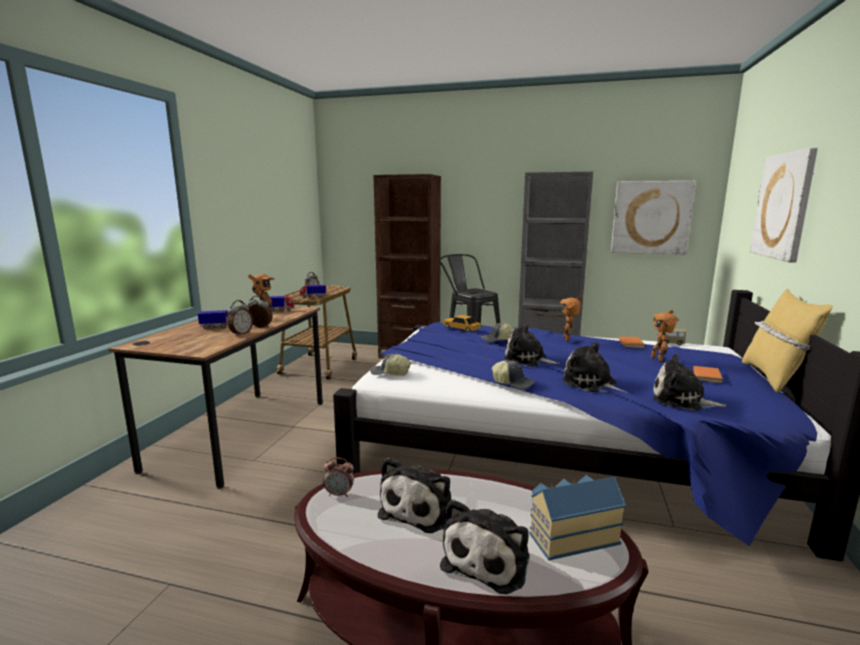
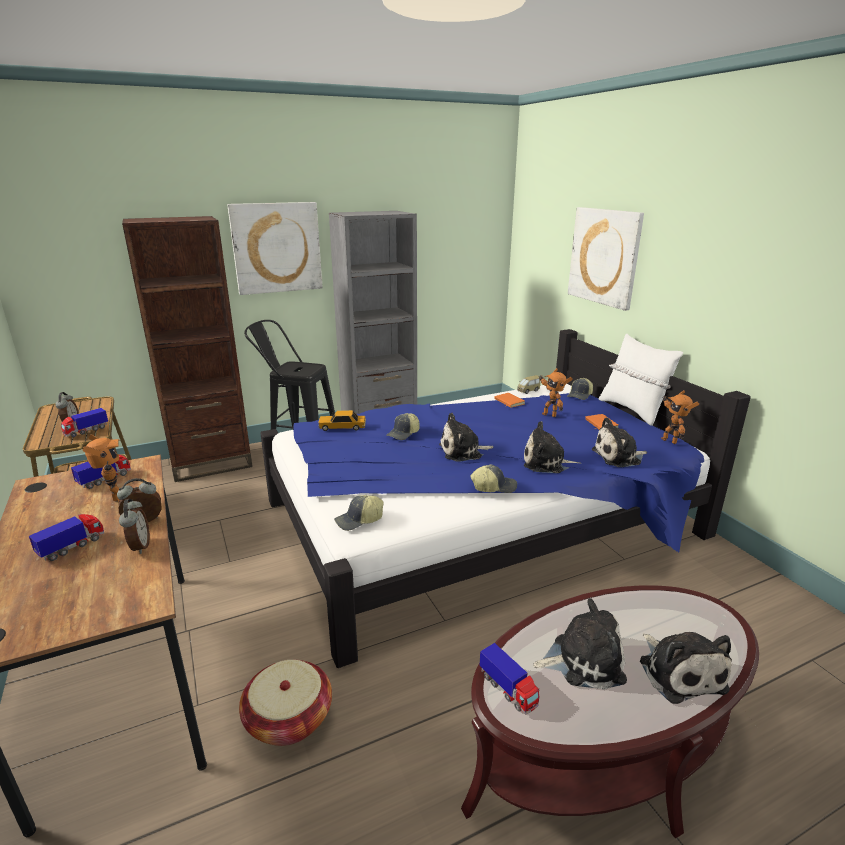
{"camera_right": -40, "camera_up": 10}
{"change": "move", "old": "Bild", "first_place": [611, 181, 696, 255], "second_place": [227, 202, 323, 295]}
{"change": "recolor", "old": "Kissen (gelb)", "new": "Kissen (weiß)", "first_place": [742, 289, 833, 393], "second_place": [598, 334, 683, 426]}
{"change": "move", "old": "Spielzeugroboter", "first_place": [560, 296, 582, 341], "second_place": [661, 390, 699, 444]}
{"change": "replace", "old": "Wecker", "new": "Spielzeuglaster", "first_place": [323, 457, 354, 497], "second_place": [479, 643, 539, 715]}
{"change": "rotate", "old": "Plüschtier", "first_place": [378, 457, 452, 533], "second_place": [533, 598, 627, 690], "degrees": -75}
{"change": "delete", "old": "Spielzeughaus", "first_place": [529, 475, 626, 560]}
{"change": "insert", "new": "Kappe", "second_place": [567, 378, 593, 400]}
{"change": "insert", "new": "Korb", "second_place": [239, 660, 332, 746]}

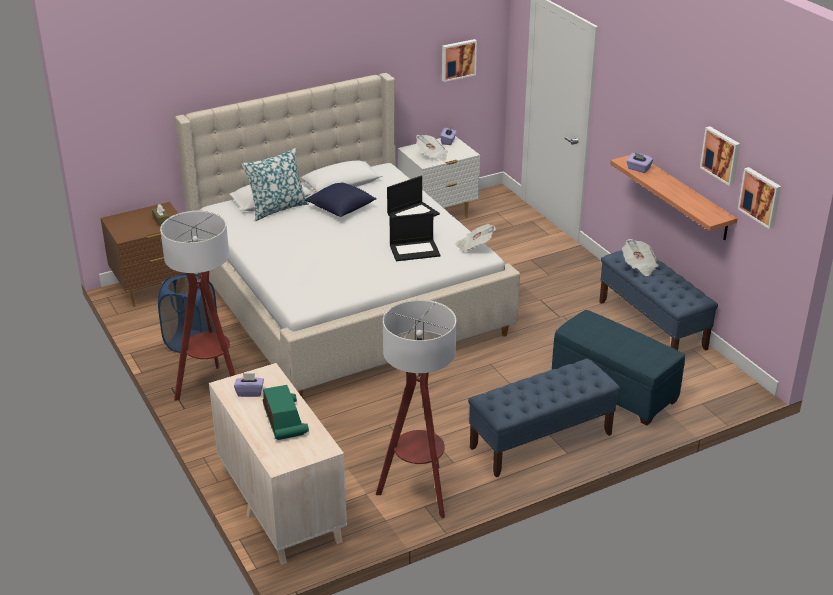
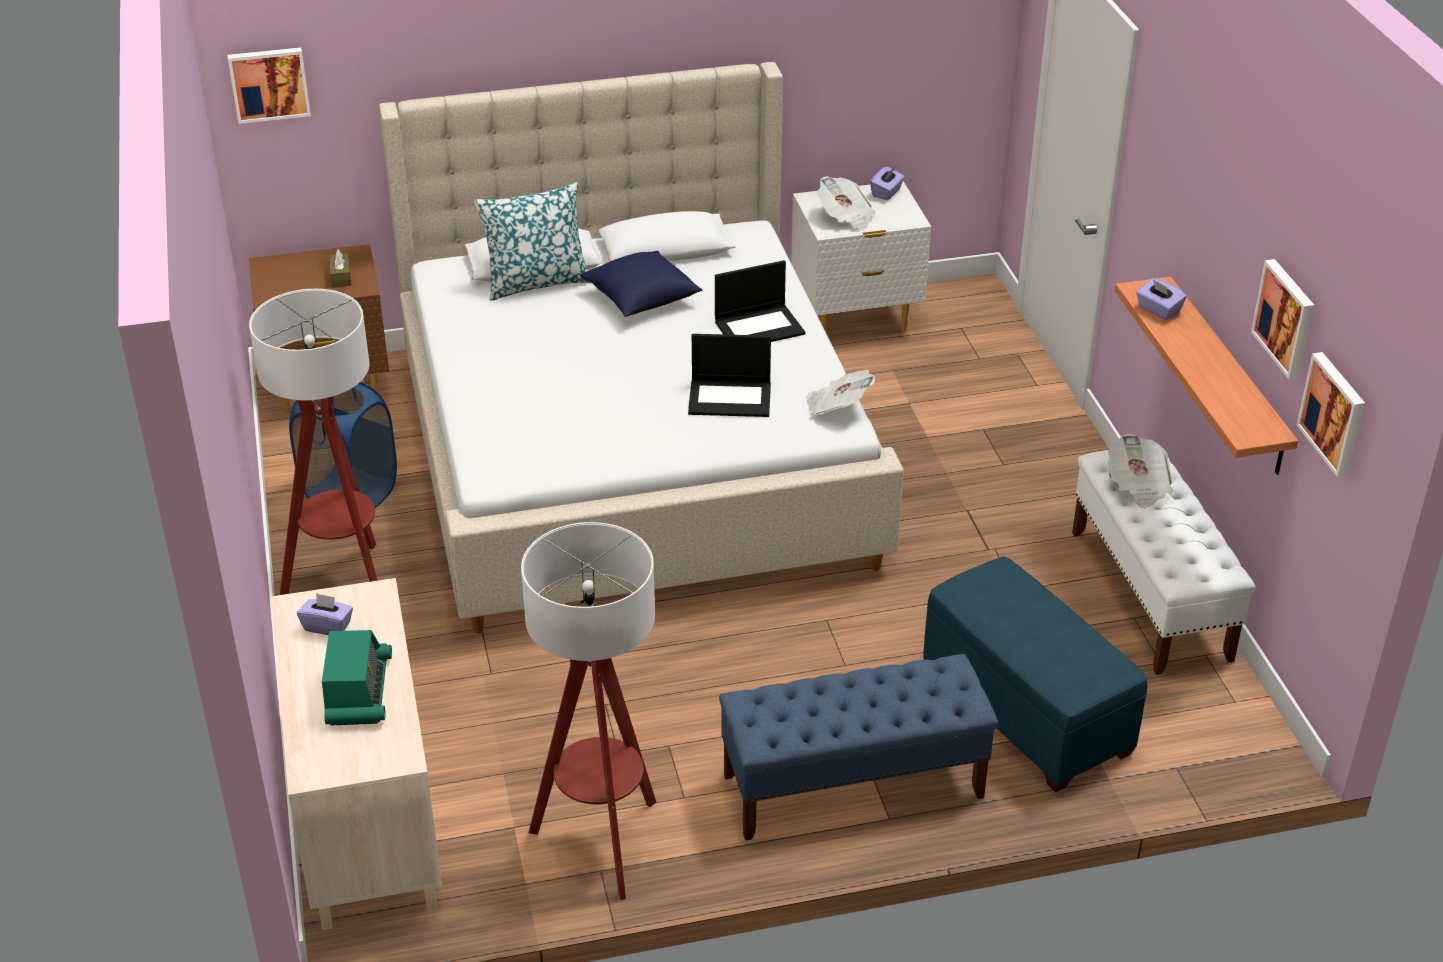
{"camera_right": 15, "camera_up": 5}
{"change": "move", "old": "Bild", "first_place": [442, 39, 477, 82], "second_place": [228, 48, 311, 124]}
{"change": "recolor", "old": "Bank (blau)", "new": "Bank (weiß)", "first_place": [599, 250, 718, 351], "second_place": [1072, 450, 1256, 675]}

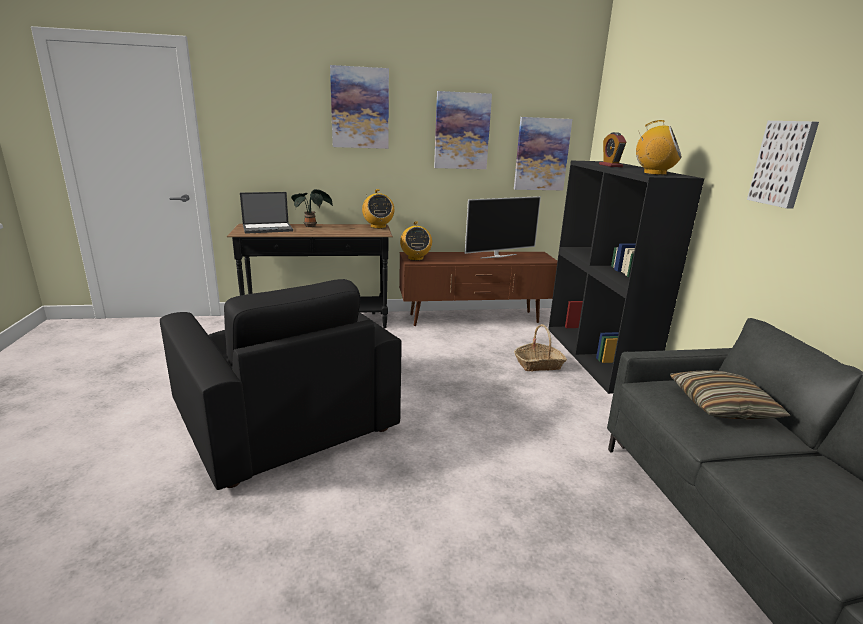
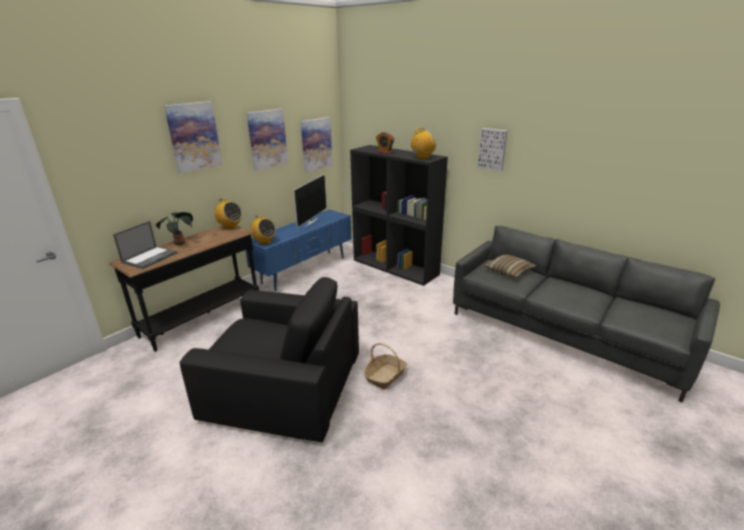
{"camera_right": -40, "camera_up": 5}
{"change": "recolor", "old": "Fernsehschrank (braun)", "new": "Fernsehschrank (blau)", "first_place": [399, 252, 557, 326], "second_place": [245, 209, 352, 291]}
{"change": "move", "old": "Korb", "first_place": [514, 324, 567, 371], "second_place": [363, 343, 407, 390]}

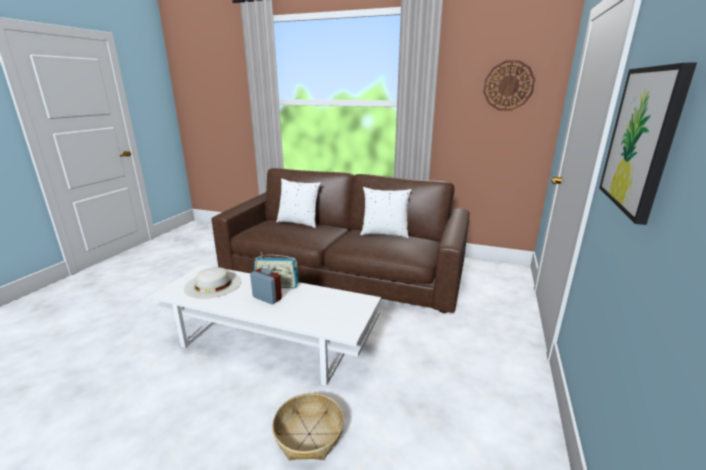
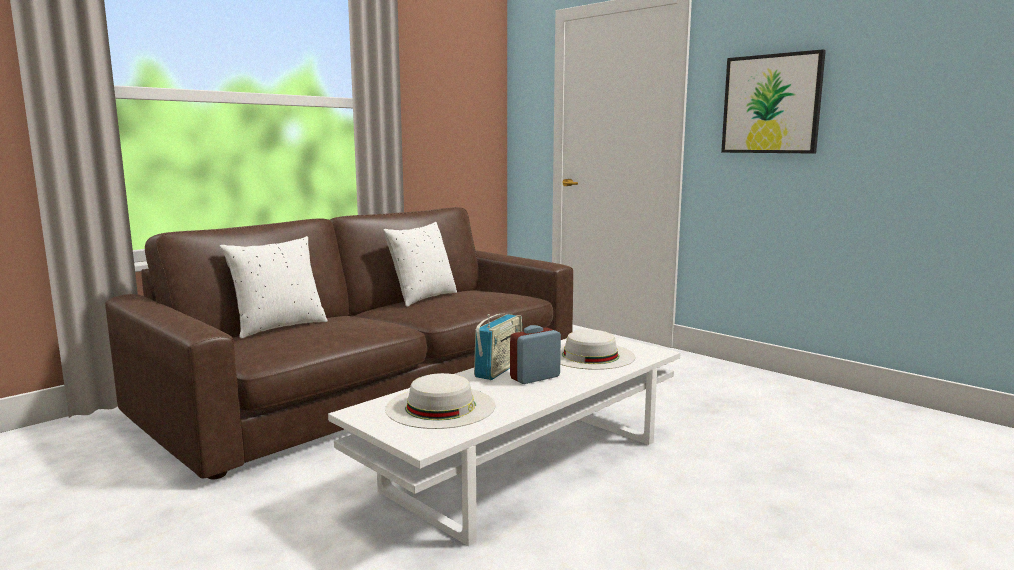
{"camera_right": -65, "camera_up": -10}
{"change": "delete", "old": "Wanduhr", "first_place": [483, 60, 535, 111]}
{"change": "delete", "old": "Korb", "first_place": [272, 393, 344, 460]}
{"change": "insert", "new": "Hut (weiß)", "second_place": [560, 329, 635, 370]}

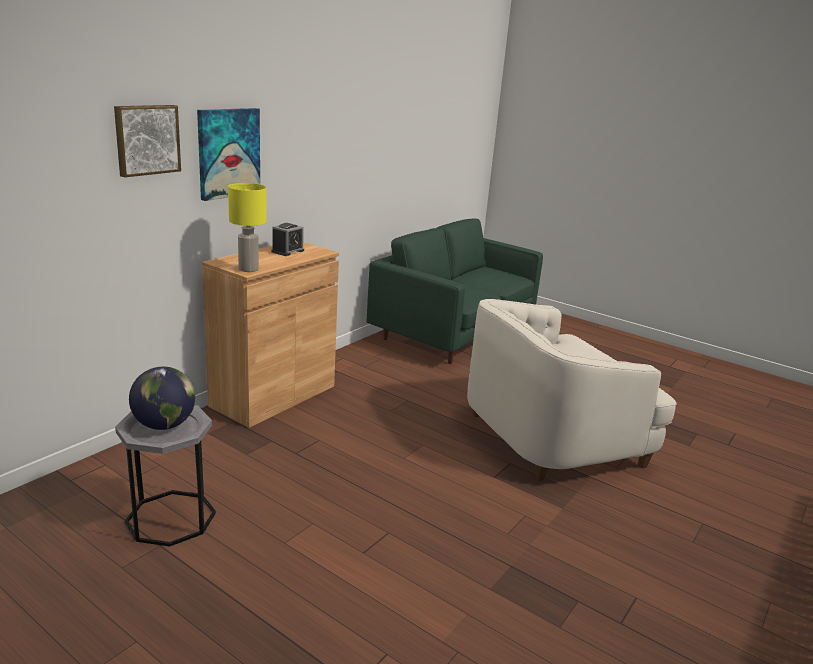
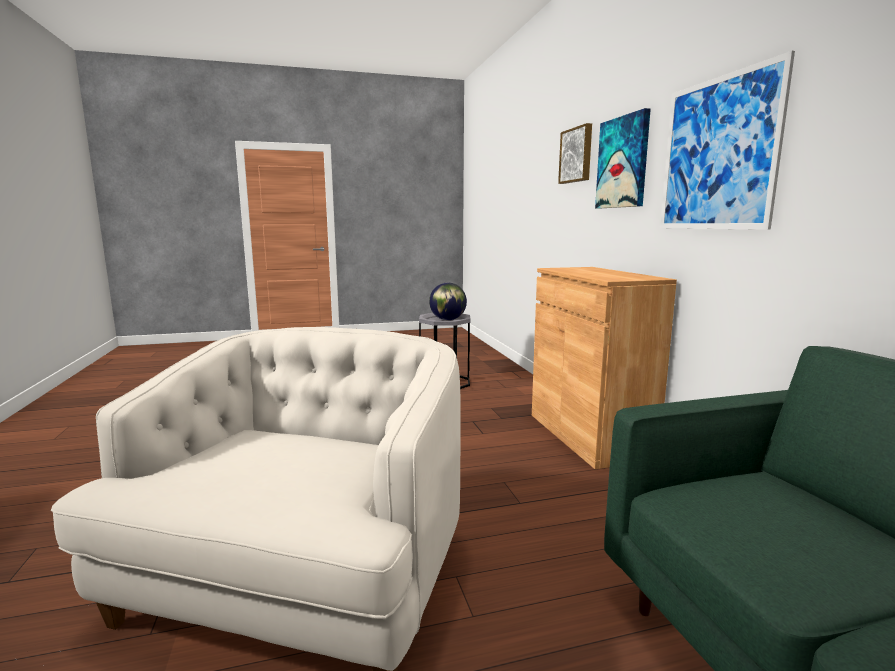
{"camera_right": 130, "camera_up": -10}
{"change": "delete", "old": "Tischlampe (gelb)", "first_place": [228, 183, 267, 272]}
{"change": "delete", "old": "Wecker", "first_place": [271, 223, 304, 256]}
{"change": "insert", "new": "Bild", "second_place": [660, 51, 795, 230]}

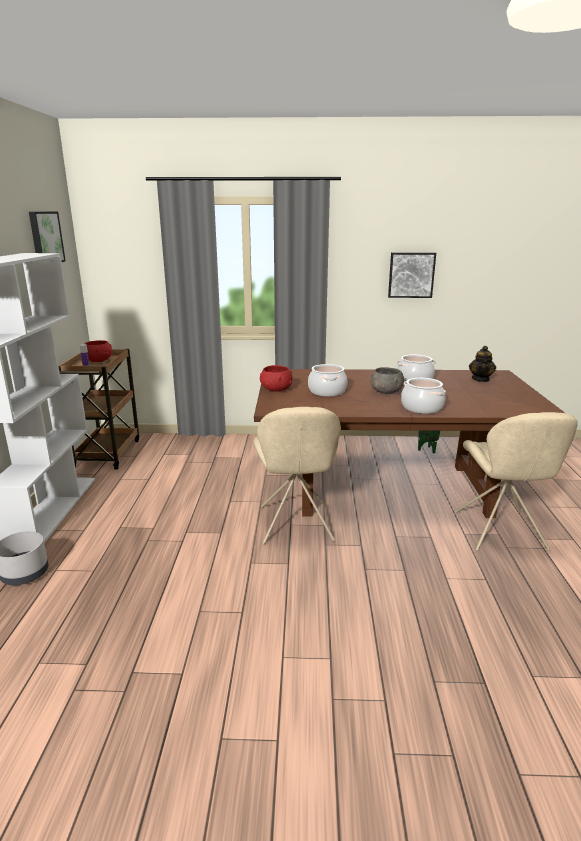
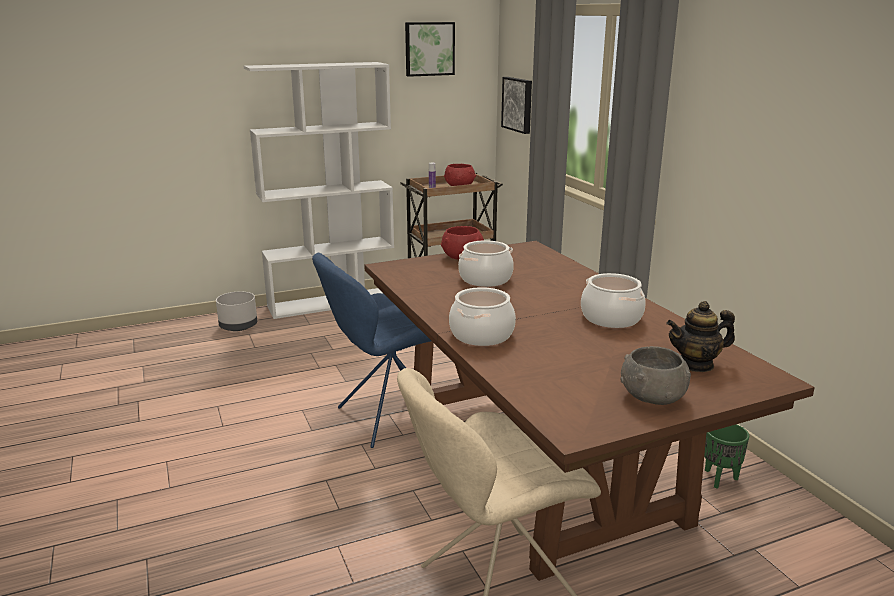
{"camera_right": 65, "camera_up": 0}
{"change": "move", "old": "Bild", "first_place": [388, 253, 436, 298], "second_place": [501, 77, 532, 134]}
{"change": "move", "old": "Schüssel (grau)", "first_place": [370, 367, 404, 394], "second_place": [620, 346, 691, 405]}
{"change": "recolor", "old": "Stuhl (beige)", "new": "Stuhl (blau)", "first_place": [254, 407, 341, 544], "second_place": [312, 253, 431, 448]}

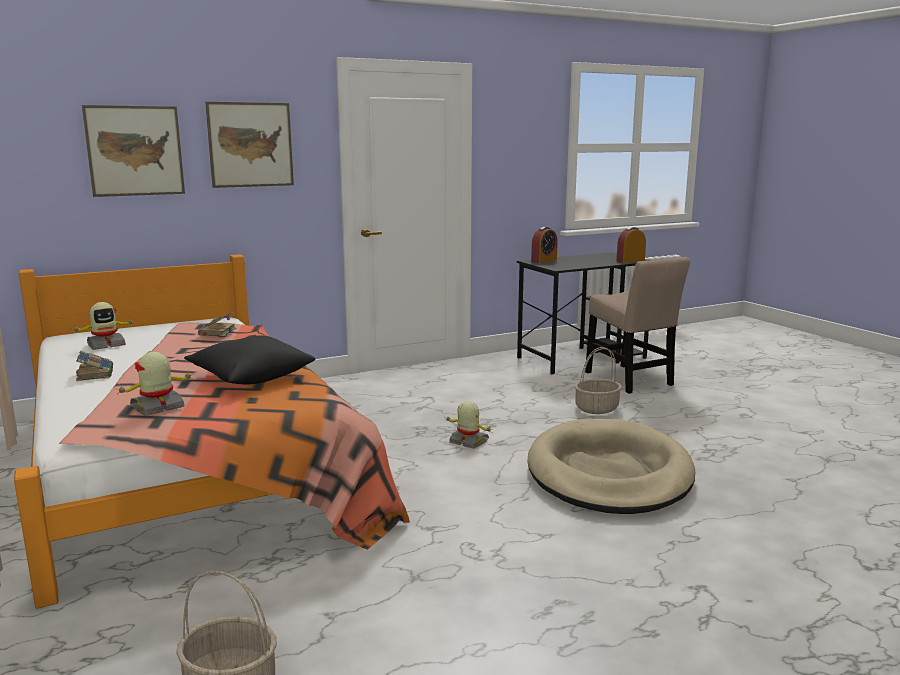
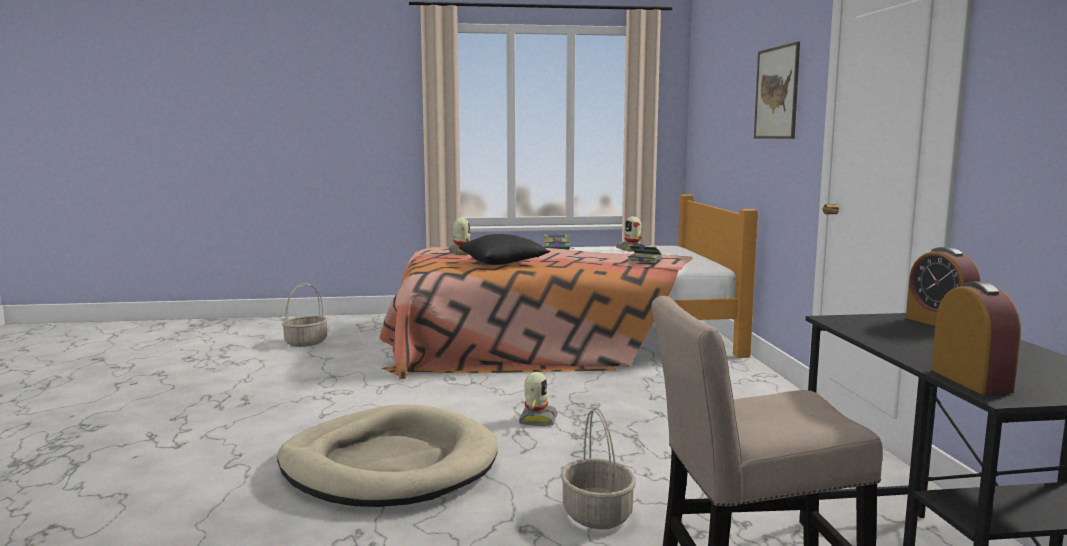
{"camera_right": 110, "camera_up": -5}
{"change": "delete", "old": "Bild", "first_place": [82, 105, 185, 197]}
{"change": "rotate", "old": "Spielzeugroboter", "first_place": [444, 402, 493, 449], "second_place": [519, 372, 558, 426], "degrees": -45}

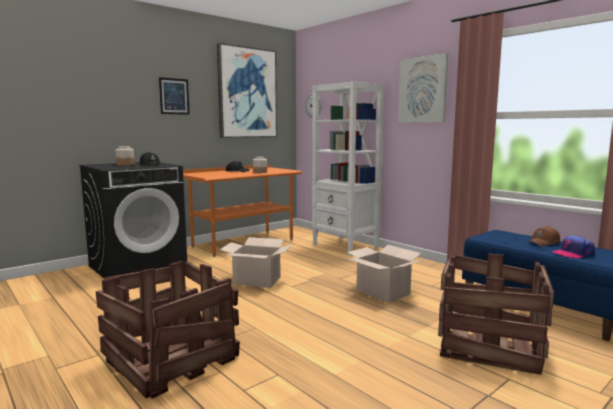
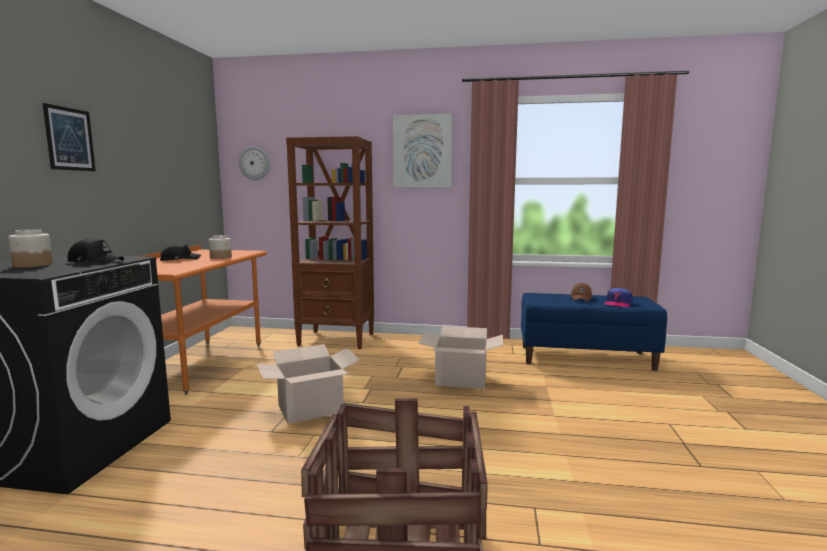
{"camera_right": -40, "camera_up": 0}
{"change": "delete", "old": "Bild", "first_place": [217, 43, 277, 138]}
{"change": "recolor", "old": "Bücherregal (weiß)", "new": "Bücherregal (braun)", "first_place": [312, 81, 384, 256], "second_place": [286, 136, 374, 349]}
{"change": "delete", "old": "Kiste", "first_place": [438, 253, 554, 375]}

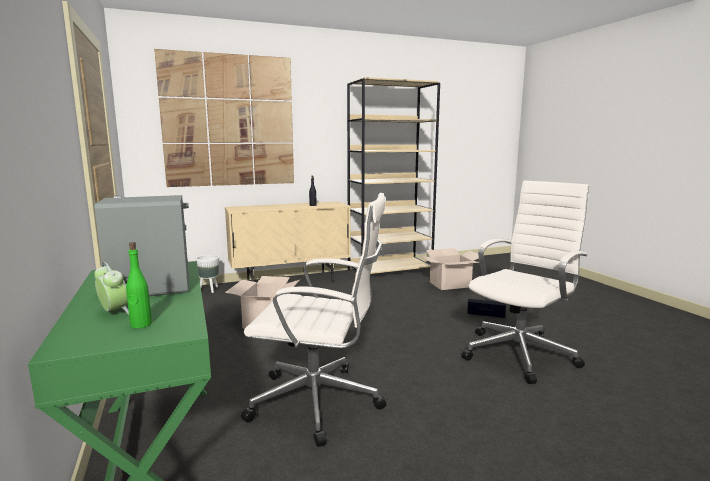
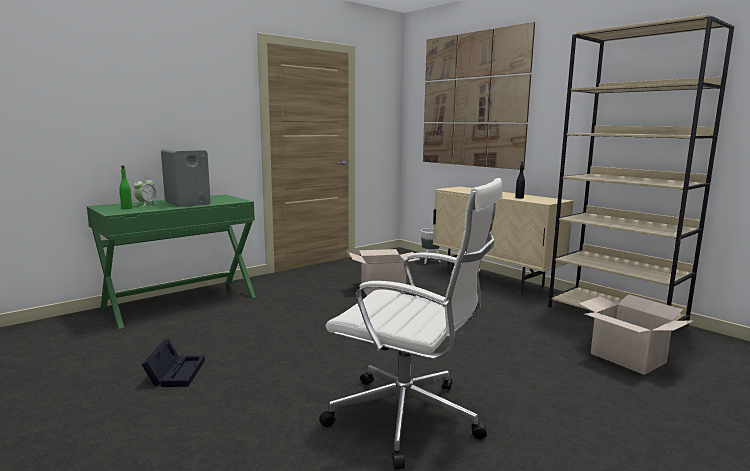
{"camera_right": 70, "camera_up": 0}
{"change": "delete", "old": "Bürostuhl (weiß)", "first_place": [241, 193, 386, 447]}
{"change": "move", "old": "Aufbewahrungsbox (schwarz)", "first_place": [467, 299, 506, 318], "second_place": [141, 338, 205, 387]}

